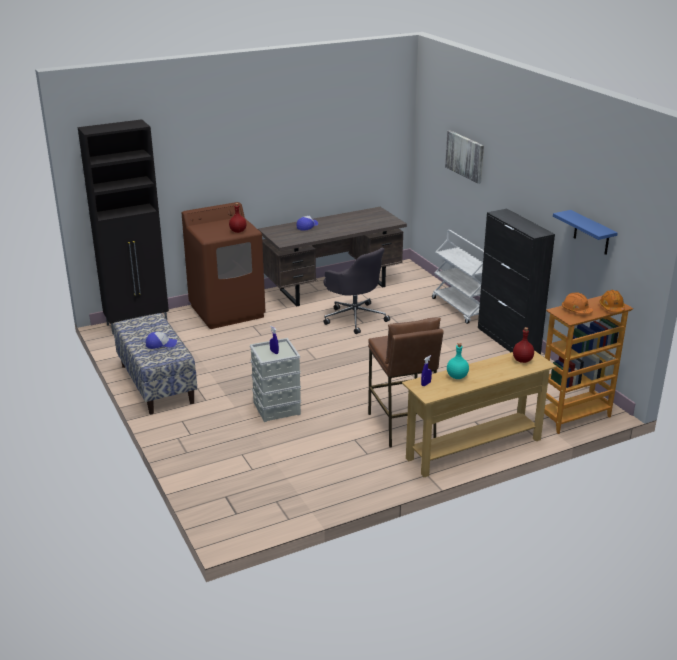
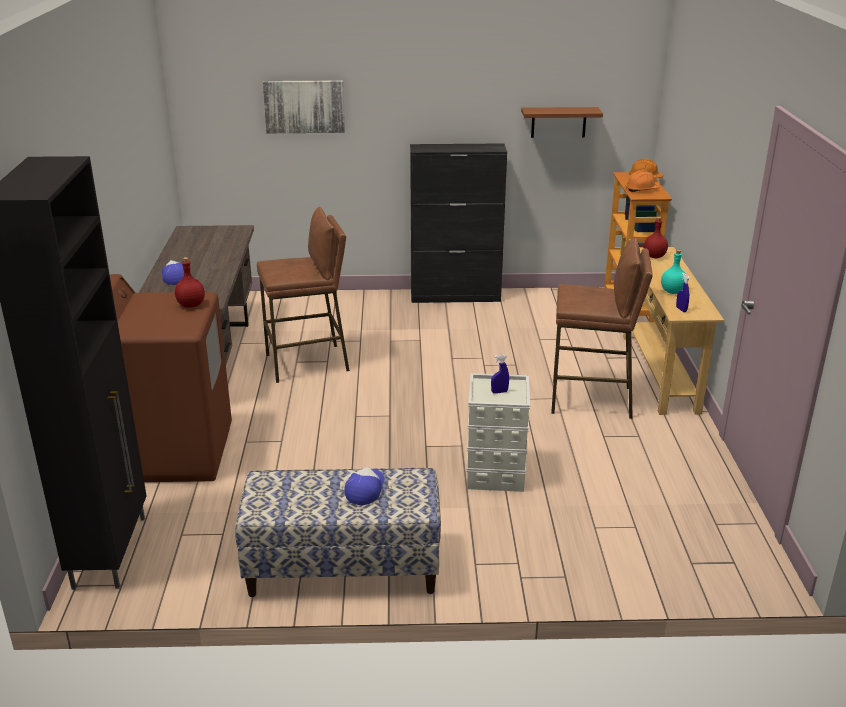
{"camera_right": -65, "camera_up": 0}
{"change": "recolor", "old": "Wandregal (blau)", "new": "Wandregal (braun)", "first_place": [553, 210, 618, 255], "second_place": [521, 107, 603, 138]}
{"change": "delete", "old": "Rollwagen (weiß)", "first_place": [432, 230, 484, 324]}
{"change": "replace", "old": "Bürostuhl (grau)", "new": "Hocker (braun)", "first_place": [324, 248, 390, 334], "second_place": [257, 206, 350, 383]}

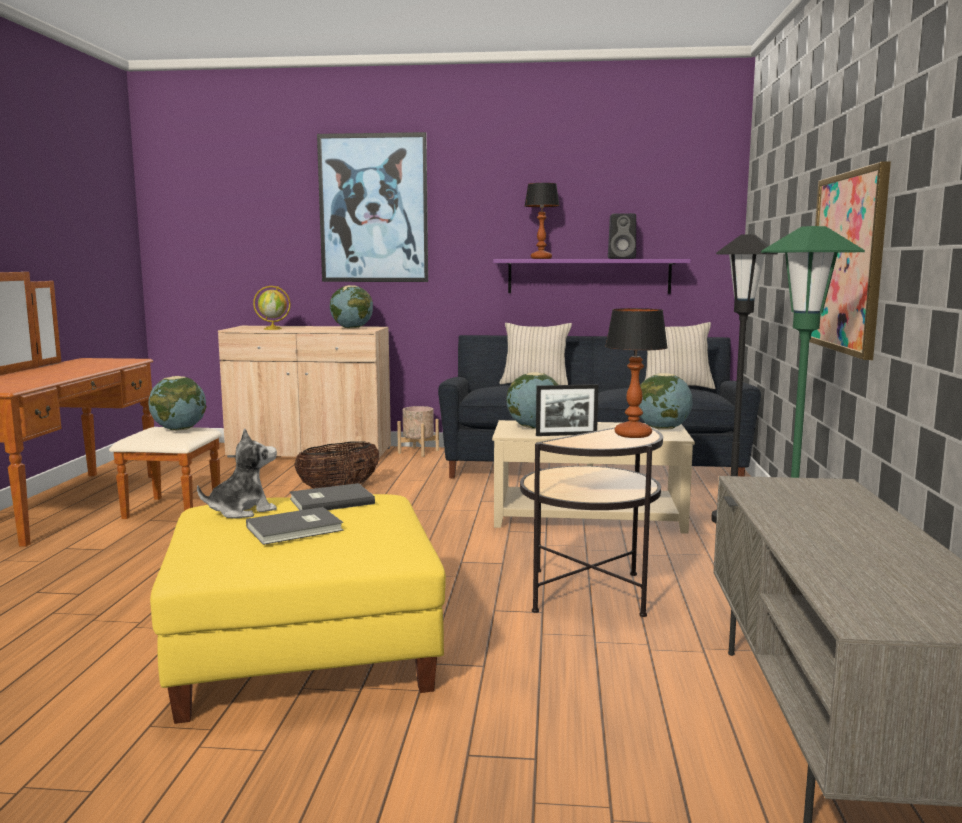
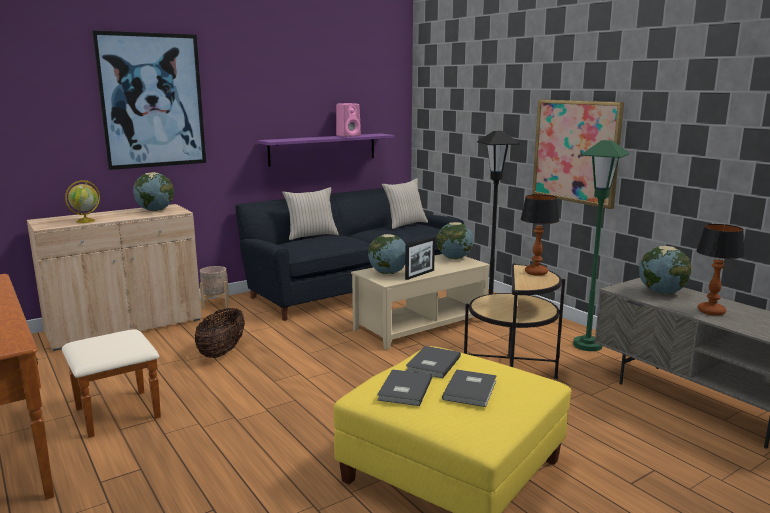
{"camera_right": -40, "camera_up": 5}
{"change": "move", "old": "Tischlampe", "first_place": [525, 183, 560, 259], "second_place": [696, 224, 745, 316]}
{"change": "recolor", "old": "Lautsprecher (schwarz)", "new": "Lautsprecher (rosa)", "first_place": [608, 213, 636, 259], "second_place": [336, 103, 361, 137]}
{"change": "move", "old": "Globus", "first_place": [149, 376, 206, 431], "second_place": [639, 246, 692, 294]}
{"change": "replace", "old": "Plüschtier", "new": "Buch (grau)", "first_place": [197, 429, 277, 518], "second_place": [377, 369, 432, 406]}

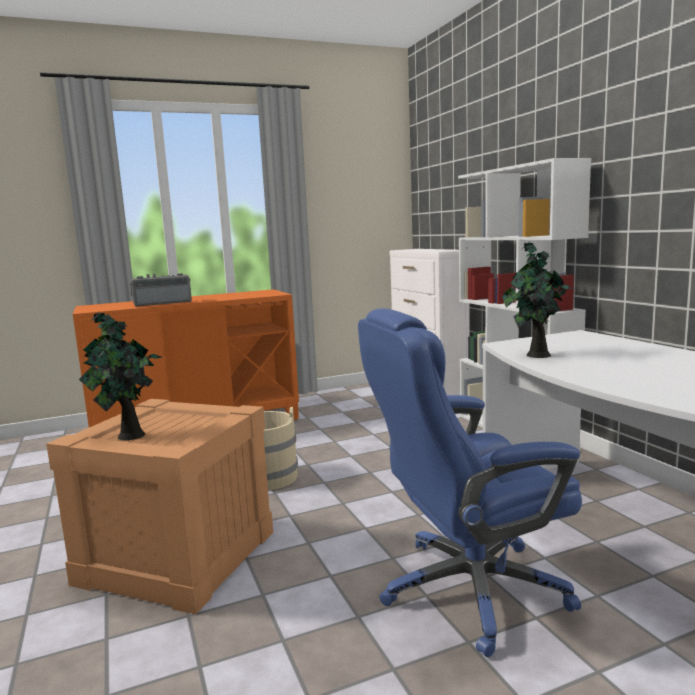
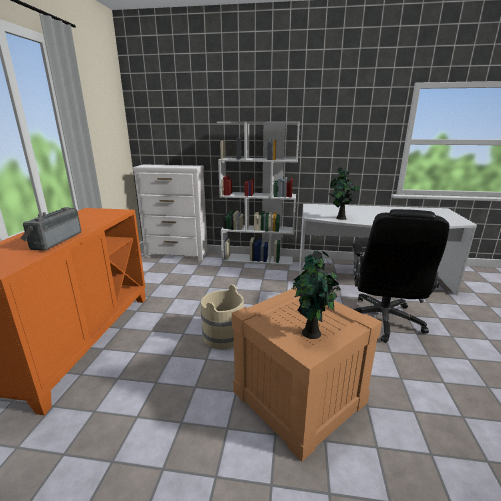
{"camera_right": -60, "camera_up": 10}
{"change": "recolor", "old": "Bürostuhl (blau)", "new": "Bürostuhl (schwarz)", "first_place": [358, 308, 582, 657], "second_place": [352, 209, 449, 343]}

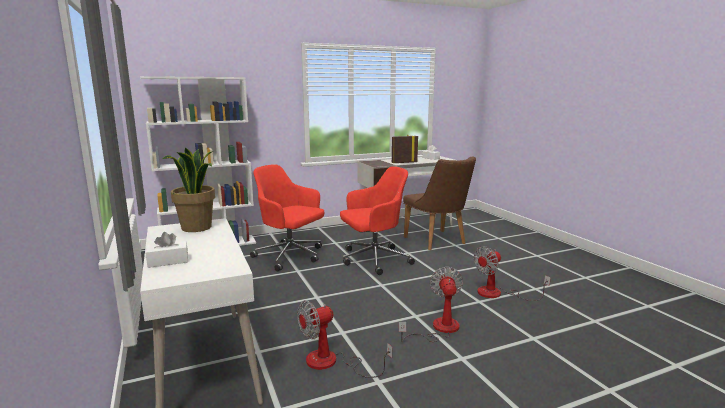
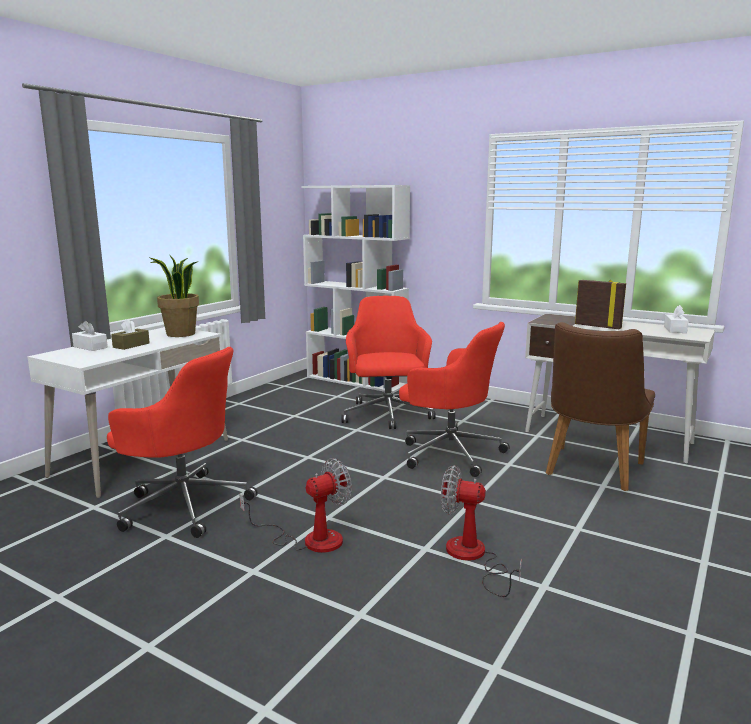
{"camera_right": 55, "camera_up": 0}
{"change": "replace", "old": "Ventilator", "new": "Bürostuhl (rot)", "first_place": [297, 300, 392, 378], "second_place": [107, 347, 258, 538]}
{"change": "insert", "new": "Taschentuchbox (braun)", "second_place": [111, 319, 150, 350]}

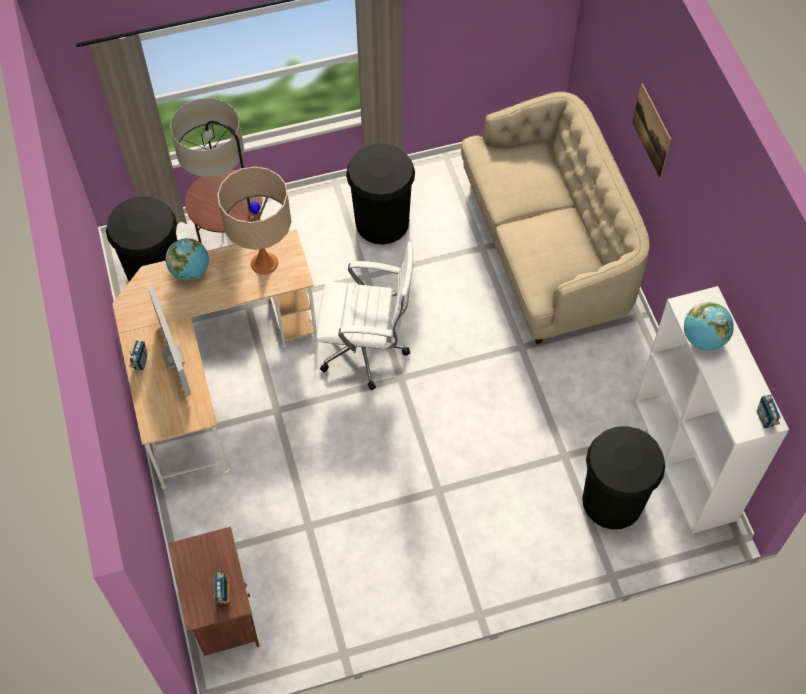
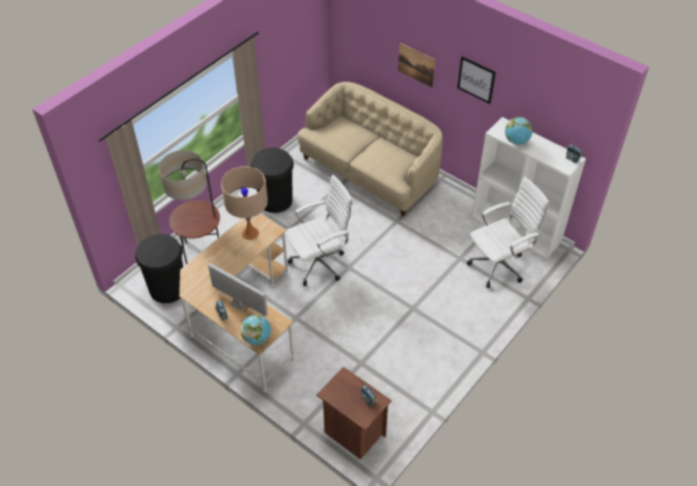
{"camera_right": -35, "camera_up": -10}
{"change": "move", "old": "Globus", "first_place": [166, 238, 209, 281], "second_place": [240, 315, 271, 345]}
{"change": "replace", "old": "Mülleimer (schwarz)", "new": "Bürostuhl (weiß)", "first_place": [582, 426, 665, 529], "second_place": [467, 177, 549, 288]}
{"change": "insert", "new": "Bild", "second_place": [457, 56, 496, 104]}

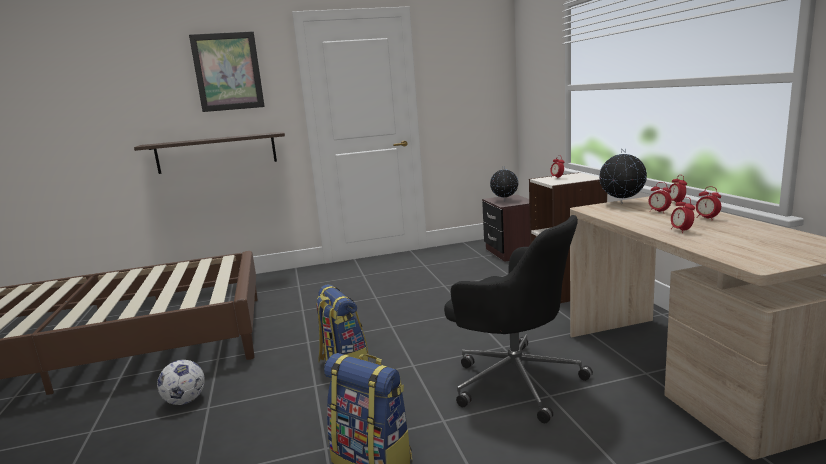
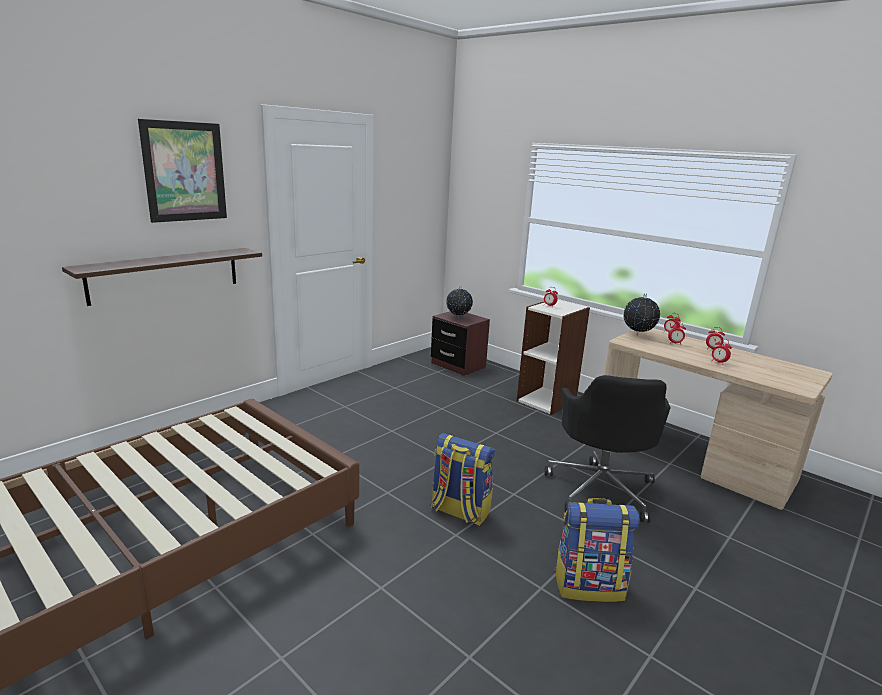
{"camera_right": -35, "camera_up": 5}
{"change": "rotate", "old": "Bürostuhl (schwarz)", "first_place": [444, 215, 593, 423], "second_place": [544, 375, 670, 523], "degrees": 90}
{"change": "delete", "old": "Fußball", "first_place": [157, 360, 205, 405]}

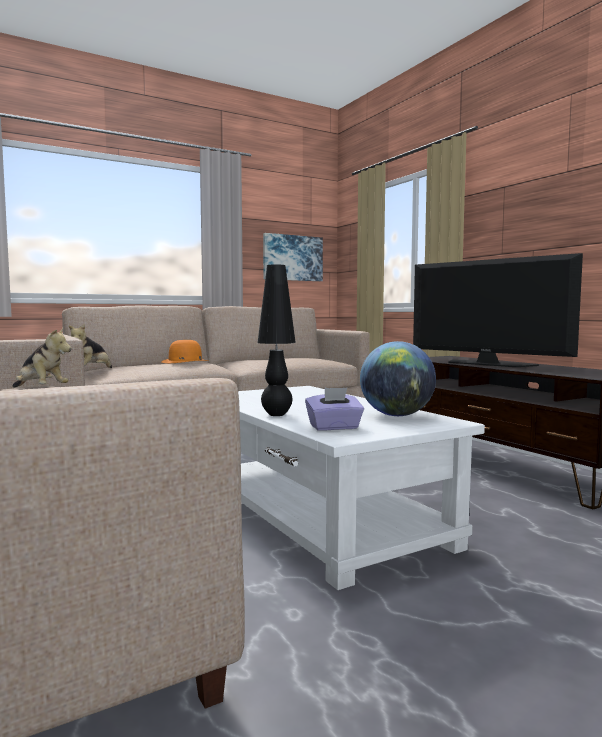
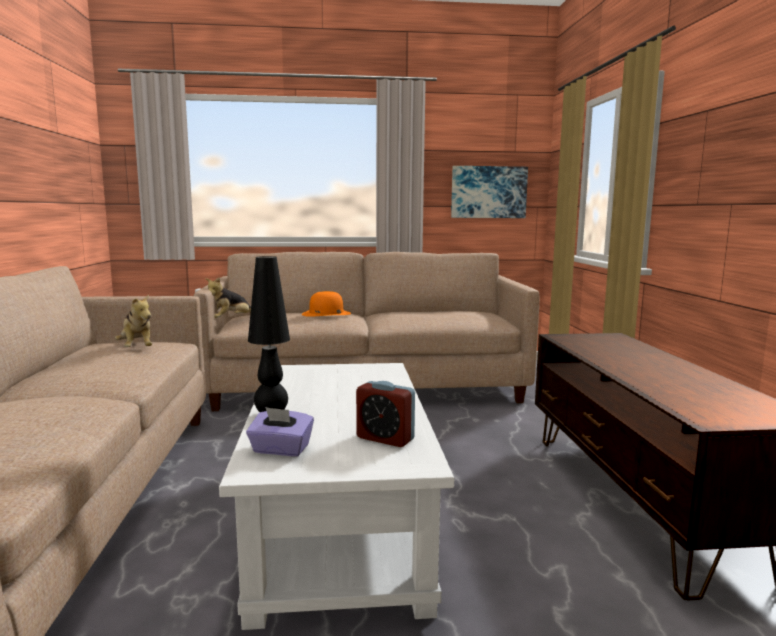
{"camera_right": 25, "camera_up": 5}
{"change": "delete", "old": "Fernseher", "first_place": [413, 253, 583, 367]}
{"change": "replace", "old": "Globus", "new": "Wecker", "first_place": [360, 341, 436, 416], "second_place": [356, 381, 415, 447]}

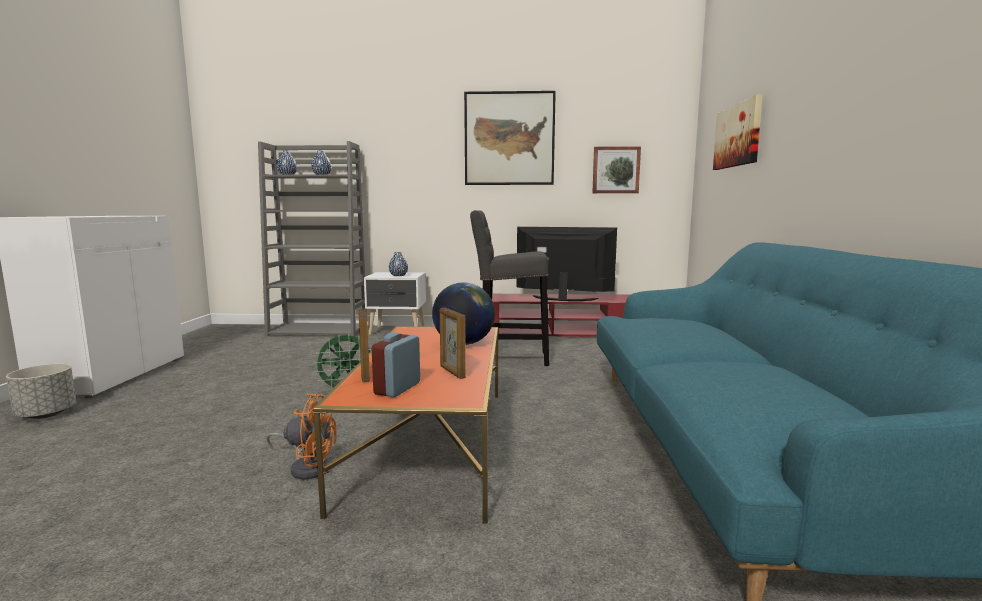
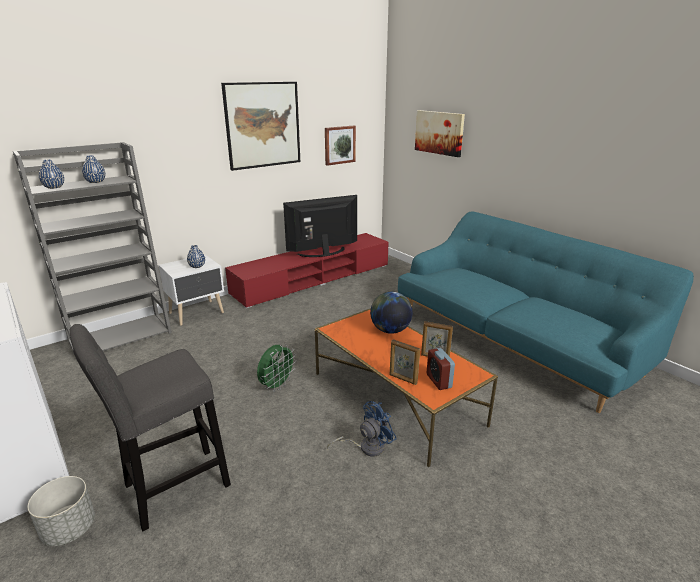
{"camera_right": -40, "camera_up": 15}
{"change": "move", "old": "Hocker (grau)", "first_place": [470, 210, 549, 366], "second_place": [70, 324, 231, 531]}
{"change": "recolor", "old": "Ventilator (orange)", "new": "Ventilator (blau)", "first_place": [267, 393, 337, 479], "second_place": [327, 401, 397, 457]}

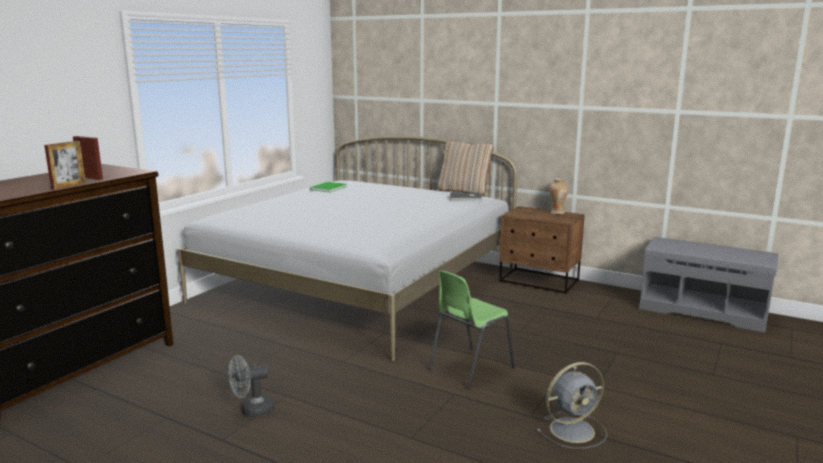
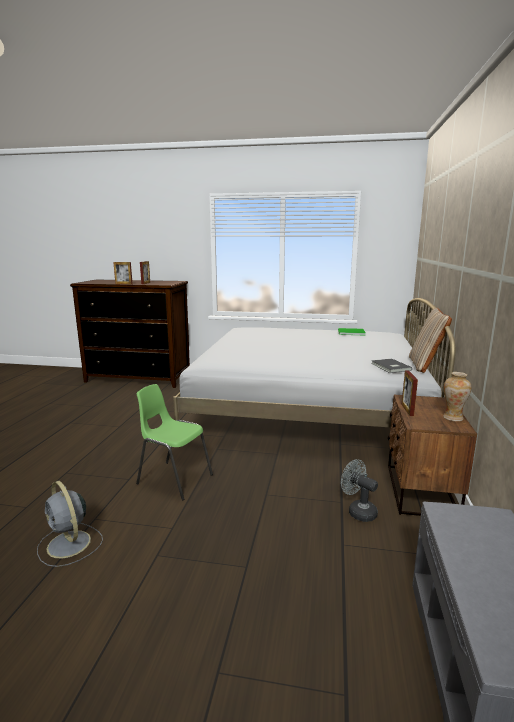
{"camera_right": 70, "camera_up": 0}
{"change": "move", "old": "Ventilator (grau)", "first_place": [228, 355, 274, 418], "second_place": [341, 459, 378, 522]}
{"change": "insert", "new": "Bilderrahmen", "second_place": [402, 371, 418, 416]}

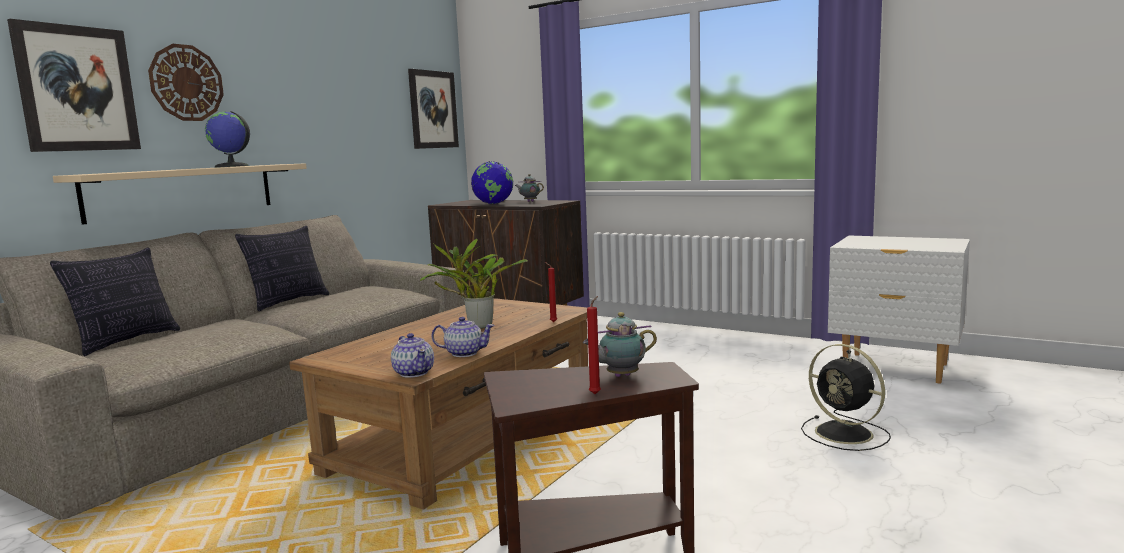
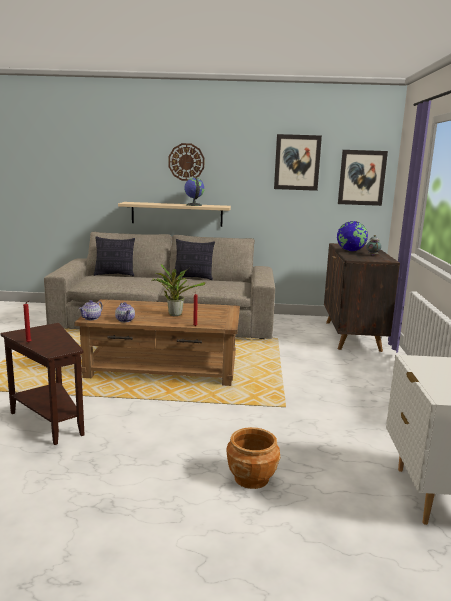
{"camera_right": 60, "camera_up": 5}
{"change": "move", "old": "Bild", "first_place": [7, 19, 141, 152], "second_place": [274, 134, 322, 191]}
{"change": "delete", "old": "Teekanne", "first_place": [583, 312, 657, 377]}
{"change": "replace", "old": "Ventilator (schwarz)", "new": "Pflanzkübel (braun)", "first_place": [801, 344, 891, 451], "second_place": [226, 427, 280, 489]}

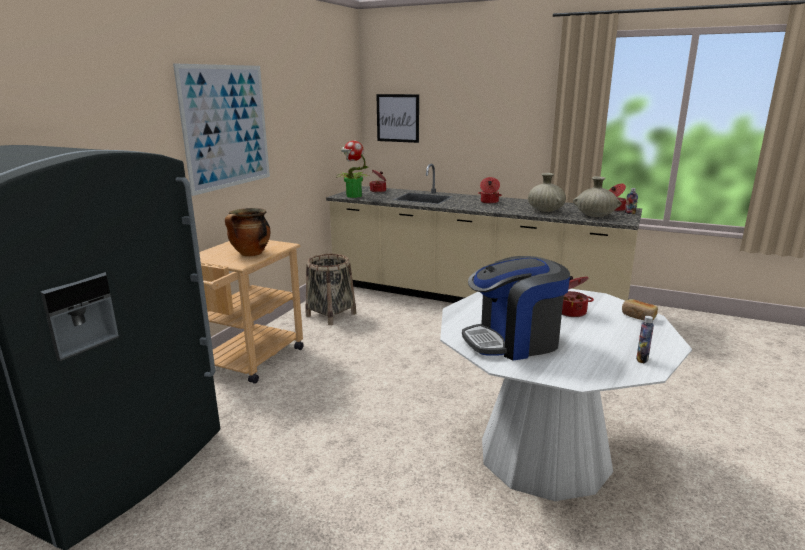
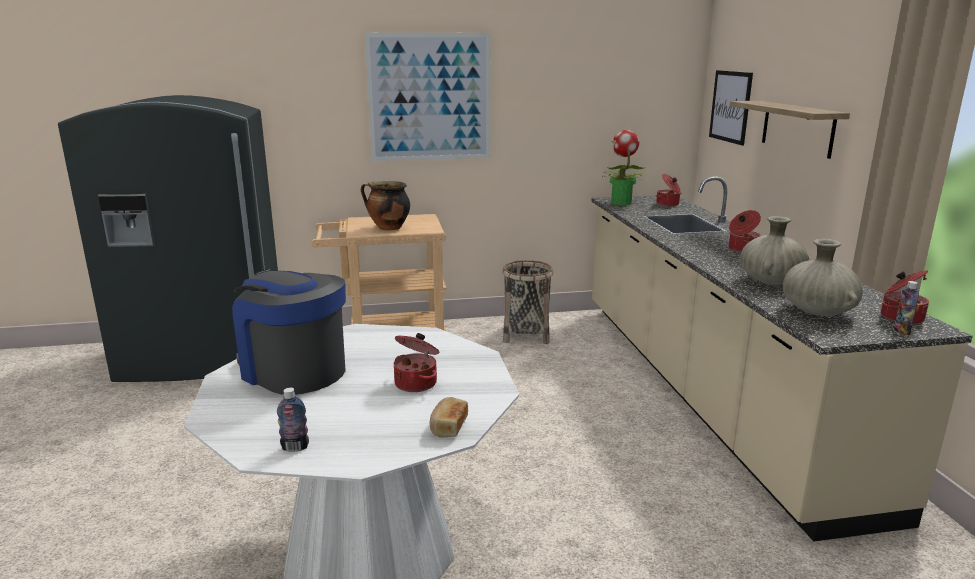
{"camera_right": 55, "camera_up": 0}
{"change": "insert", "new": "Wandregal", "second_place": [730, 101, 850, 159]}

